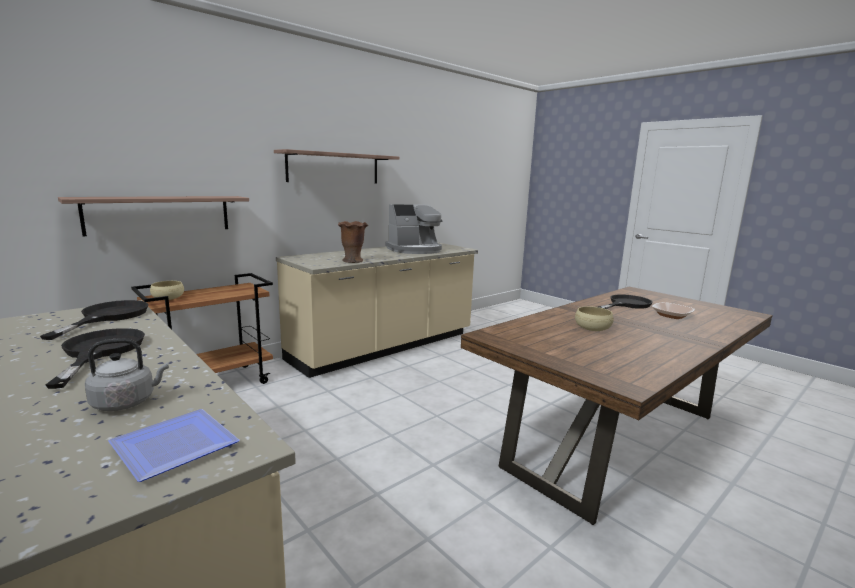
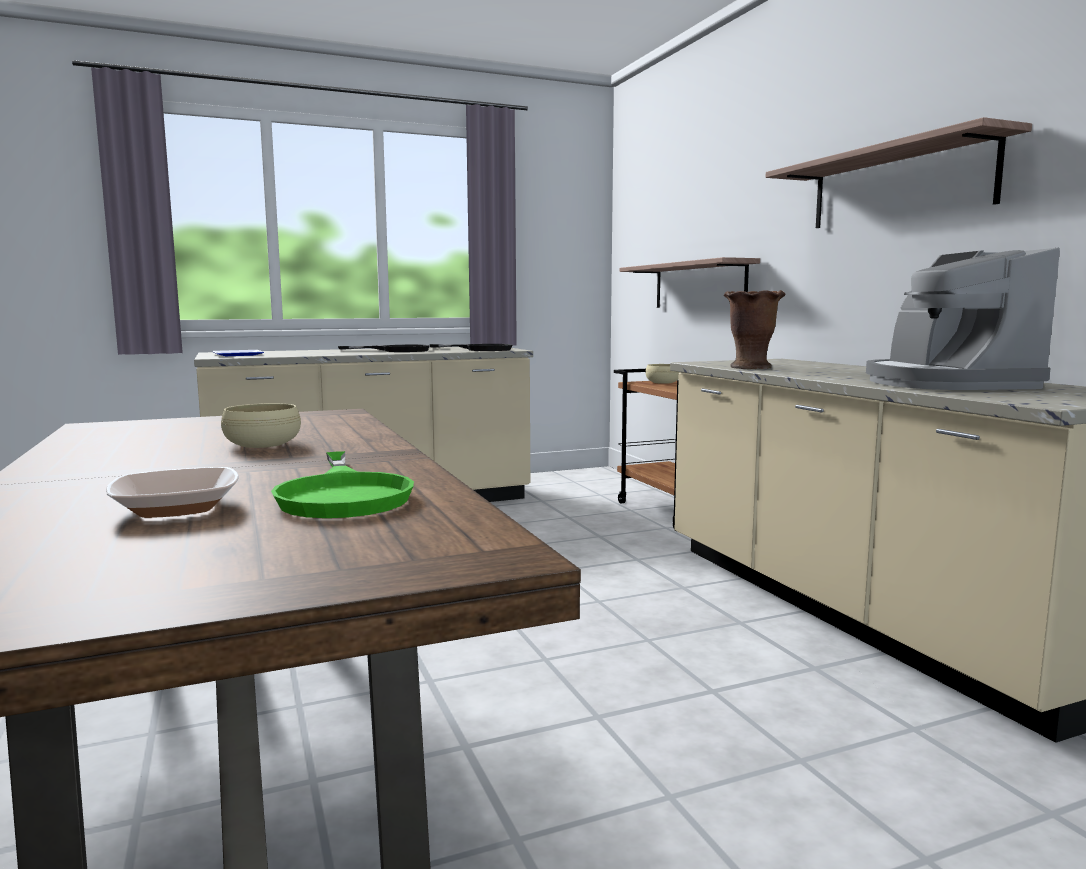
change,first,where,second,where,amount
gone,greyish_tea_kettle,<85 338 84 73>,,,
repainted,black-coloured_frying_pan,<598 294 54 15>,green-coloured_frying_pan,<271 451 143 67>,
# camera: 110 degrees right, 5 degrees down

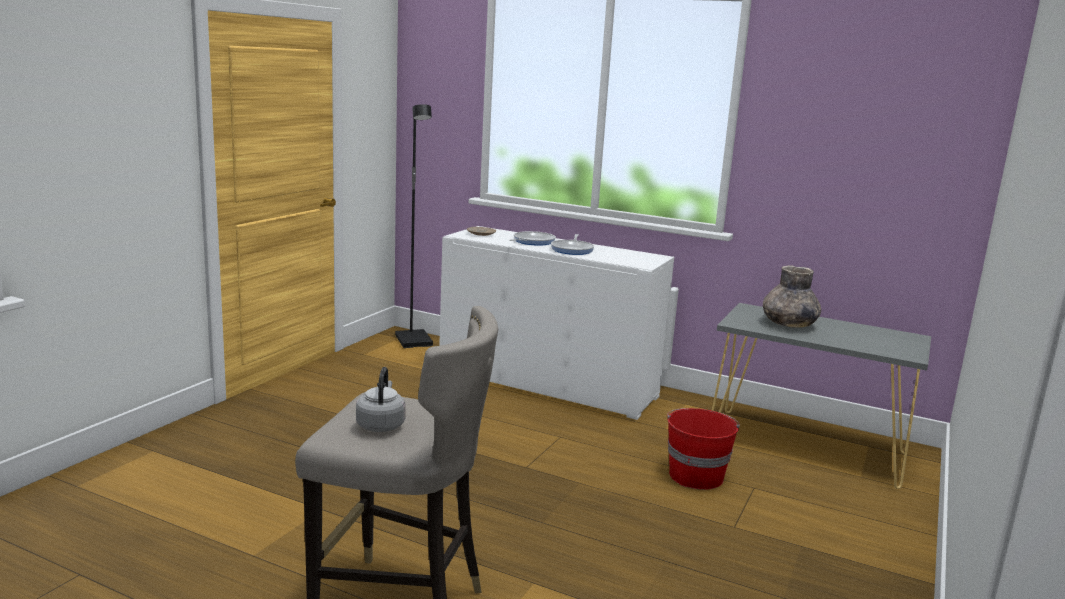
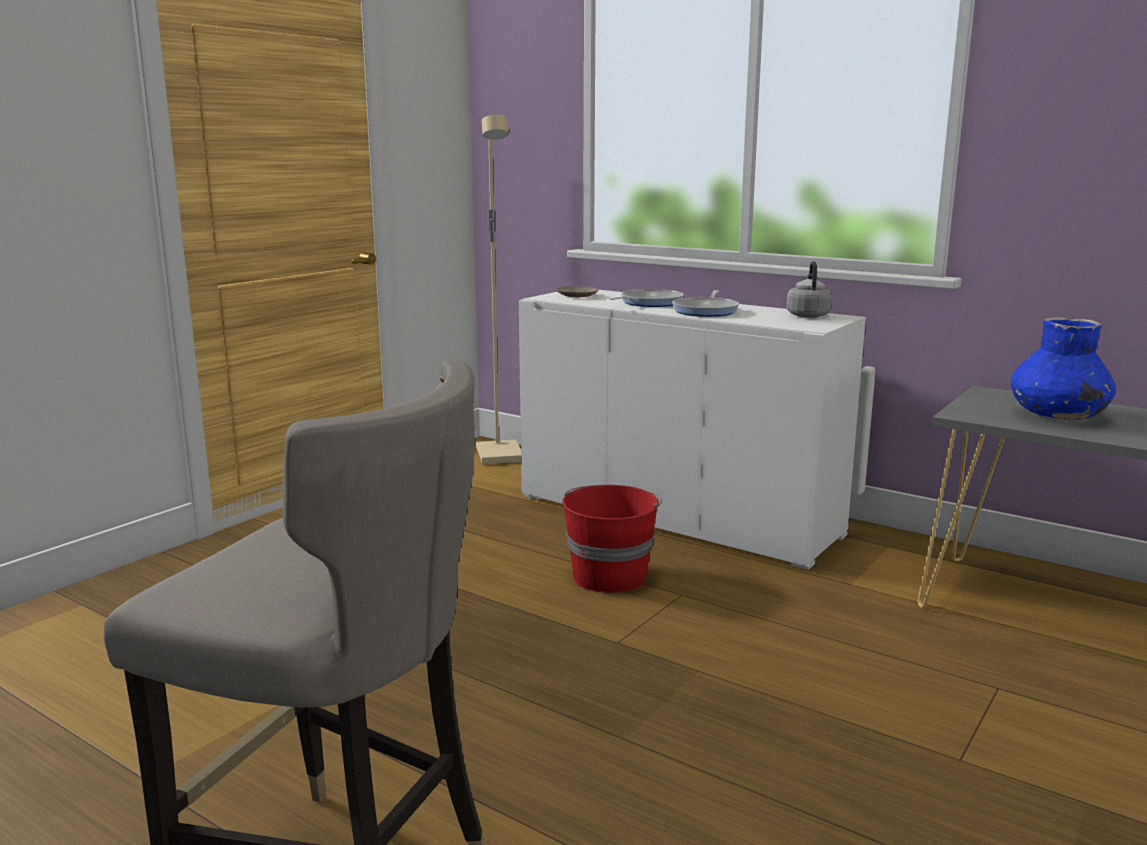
change,first,where,second,where,amount
shifted,greyish_tea_kettle,<356 367 50 65>,,<786 261 46 57>,
shifted,reddish_pail,<667 408 73 82>,,<562 485 100 108>,
repainted,black-coloured_floor_lamp,<395 104 38 244>,beige_floor_lamp,<476 115 45 350>,
repainted,greyish_vase,<763 265 58 63>,blue-coloured_vase,<1011 317 104 103>,
# camera: 10 degrees right, 0 degrees up

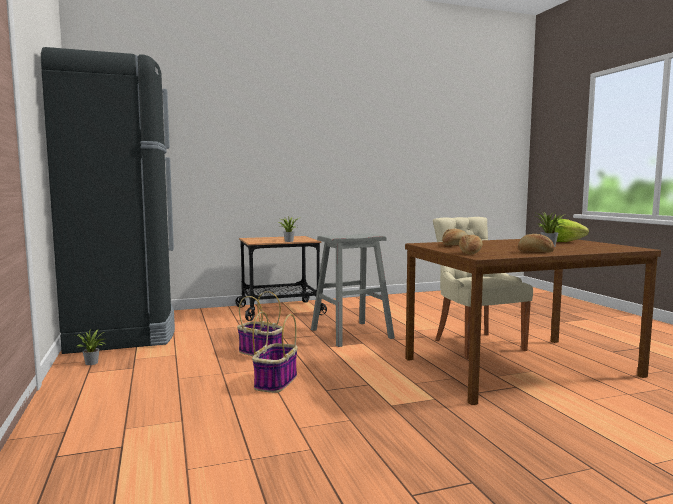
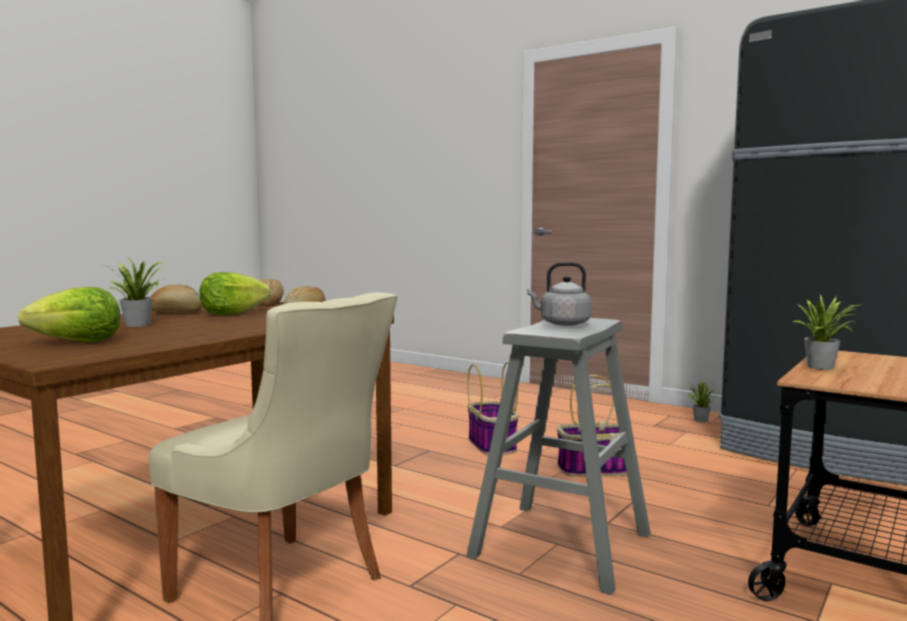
change,first,where,second,where,amount
new,,,lettuce,<200 272 71 43>,
new,,,greyish_tea_kettle,<527 262 65 64>,
# camera: 145 degrees right, 0 degrees up

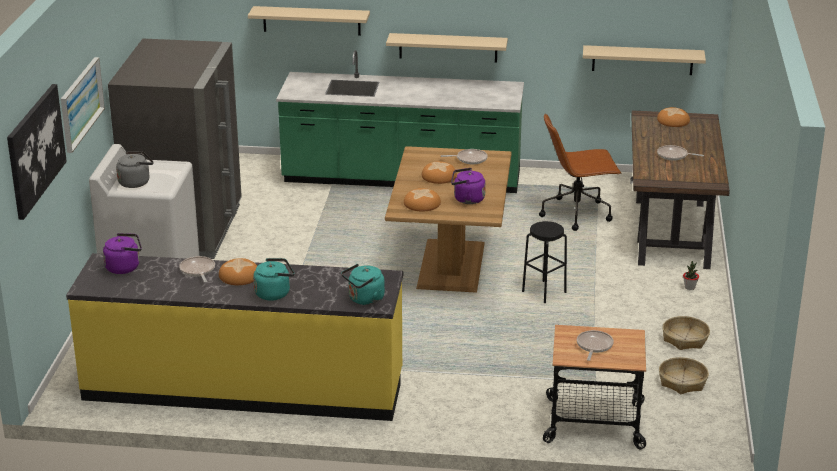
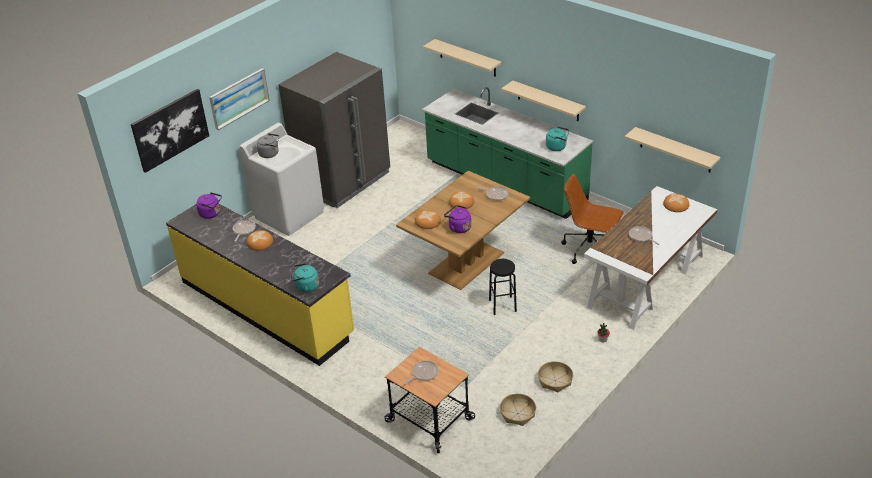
change,first,where,second,where,amount
shifted,turquoise_tea_kettle,<253 258 41 42>,,<546 127 23 24>,
repainted,brownish_desk,<630 110 100 159>,white_desk,<584 186 133 144>,
# camera: 35 degrees right, 10 degrees up

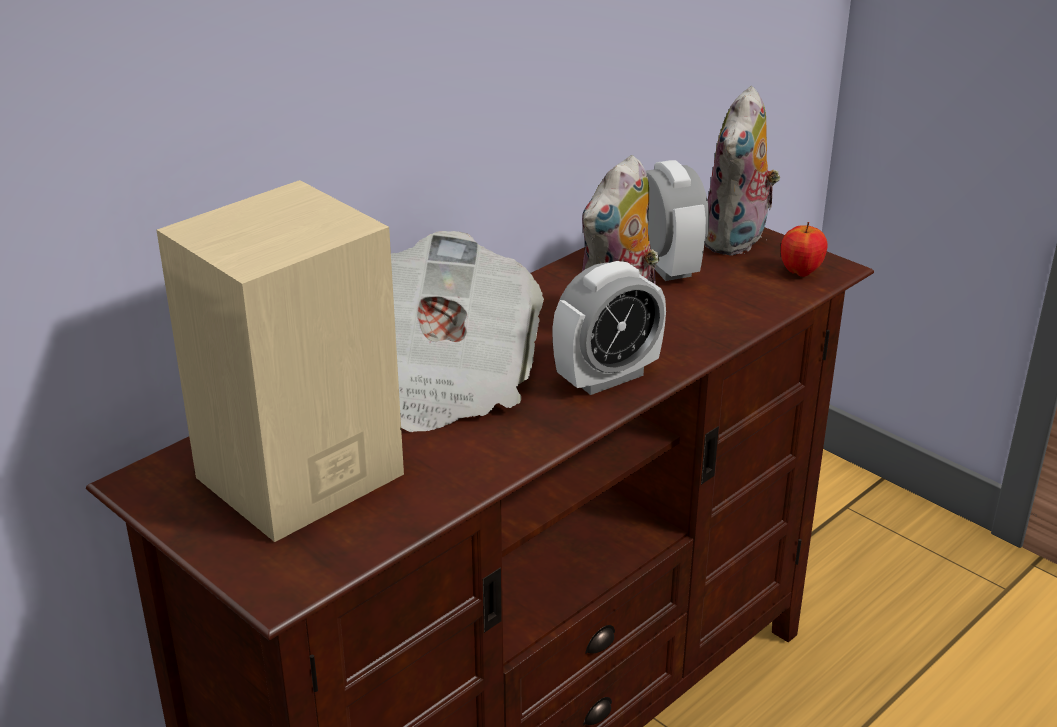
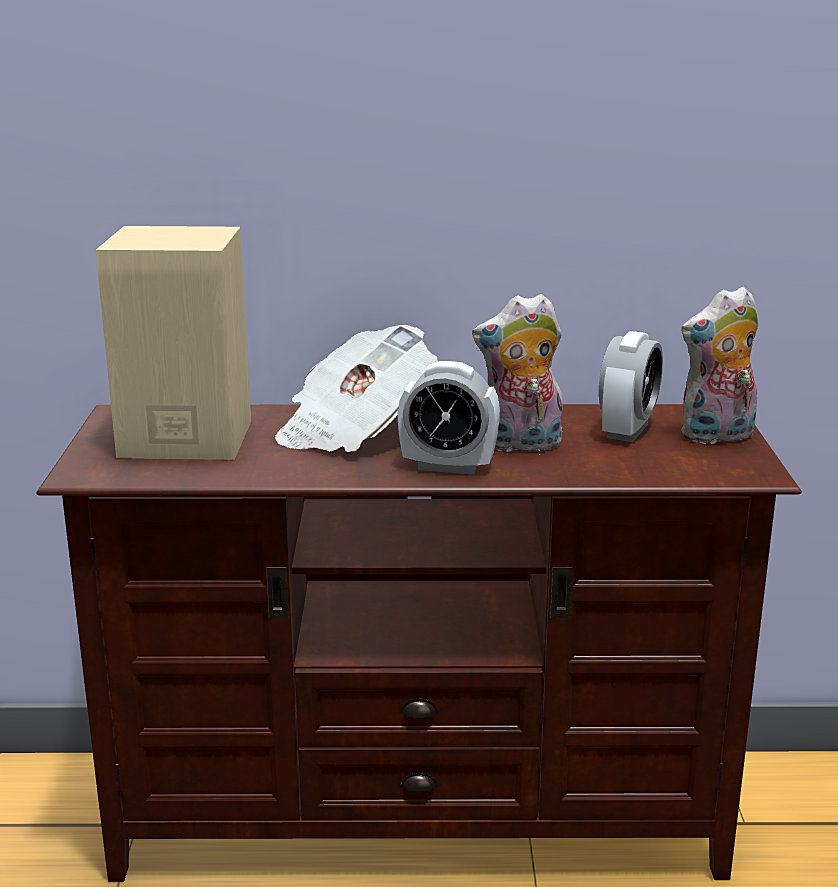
change,first,where,second,where,amount
gone,apple_fruit,<781 222 47 55>,,,
# camera: 45 degrees right, 10 degrees down

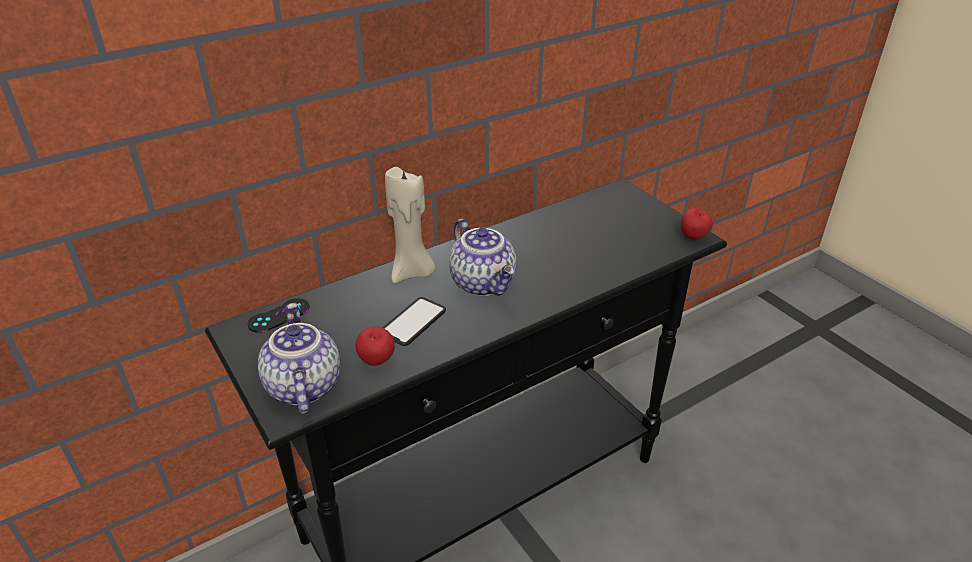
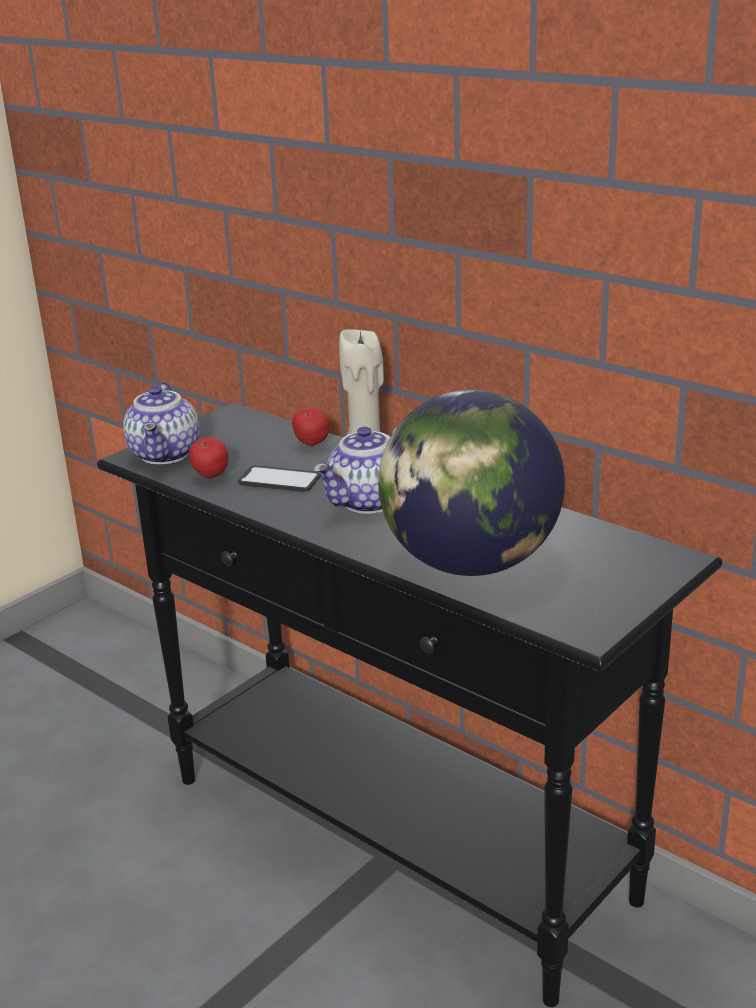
change,first,where,second,where,amount
gone,black-coloured_joypad,<248 298 62 35>,,,
new,,,desk_globe,<378 390 187 186>,
shifted,apple_fruit,<681 208 32 32>,,<292 407 38 39>,
rotated,teapot,<258 303 82 111>,,<123 382 76 82>,120 degrees clockwise
# camera: 75 degrees right, 10 degrees down

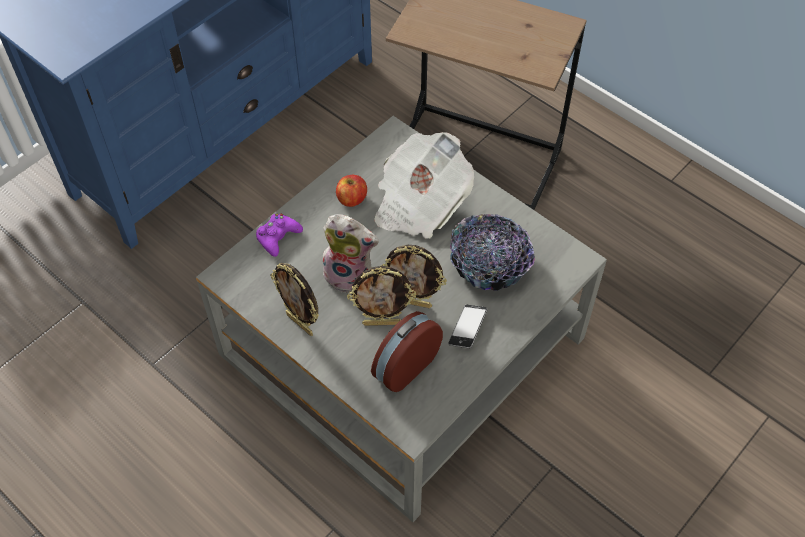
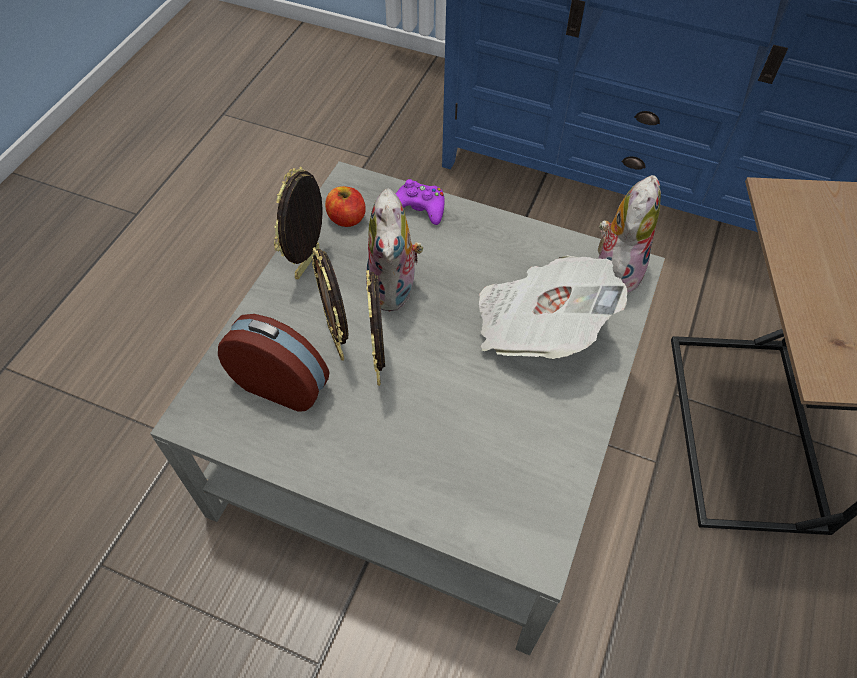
change,first,where,second,where,amount
gone,handset,<448 305 39 44>,,,
gone,deep_dish,<450 214 85 77>,,,
new,,,cuddly_toy,<598 175 63 119>,
shifted,apple_fruit,<336 175 31 32>,,<325 186 41 41>,
# camera: 70 degrees right, 0 degrees up

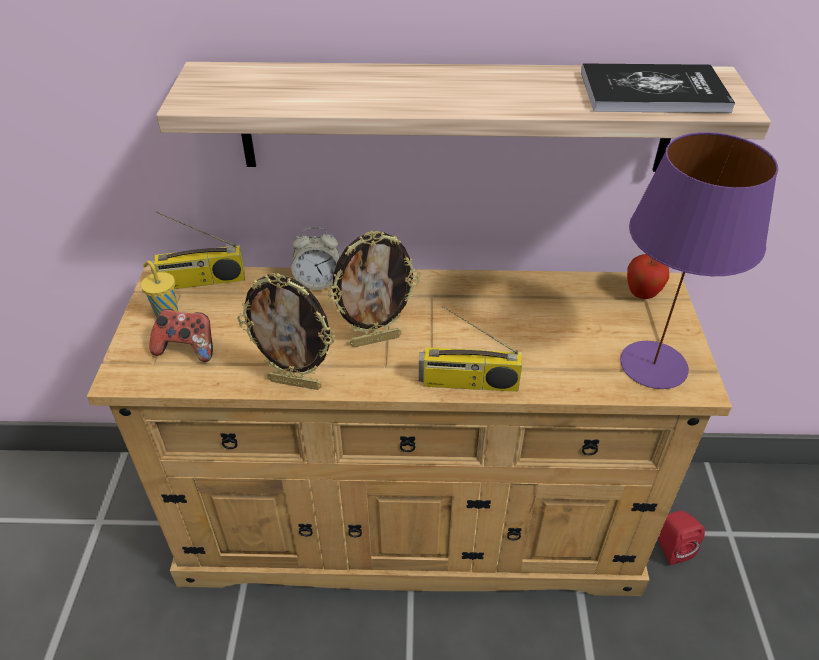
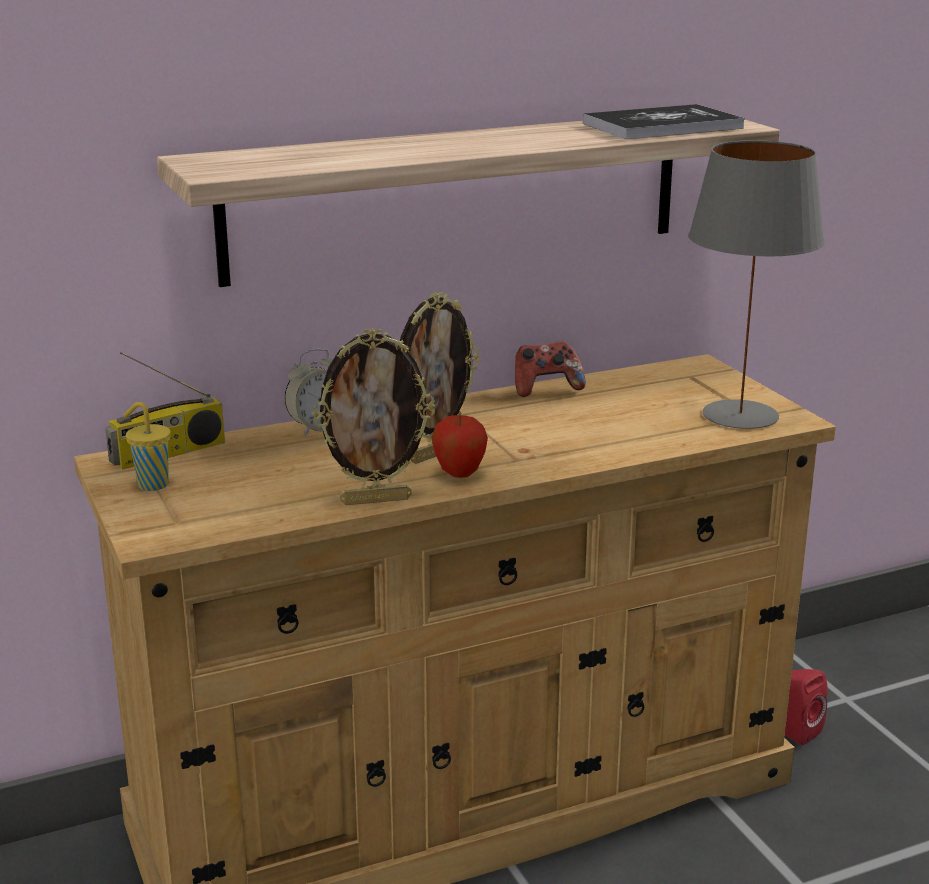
change,first,where,second,where,amount
gone,radio,<419 305 103 87>,,,
shifted,joypad,<149 309 64 53>,,<515 341 71 56>,
shifted,apple_fruit,<627 254 42 45>,,<431 415 57 63>,
repainted,purple-coloured_lamp_for_a_table,<620 132 158 257>,greyish_lamp_for_a_table,<688 140 137 289>,
# camera: 25 degrees left, 20 degrees down

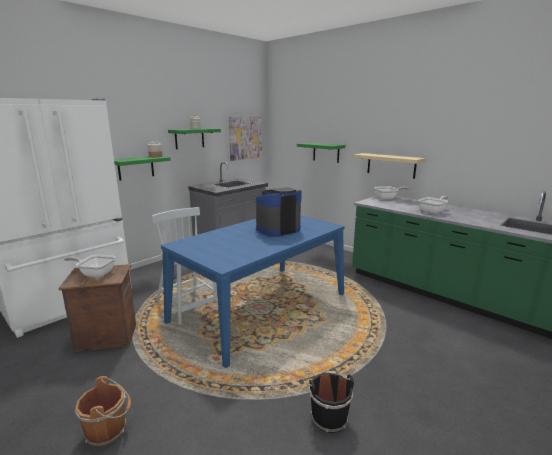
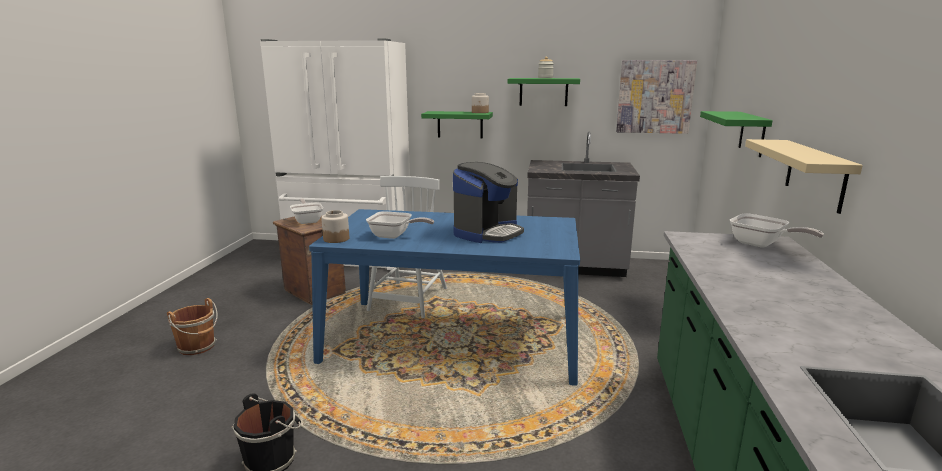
change,first,where,second,where,amount
new,,,jar,<321 210 28 33>,
shifted,frying_pan,<418 196 30 18>,,<366 211 68 28>,
rotated,coffee_machine,<256 187 46 49>,,<453 162 71 81>,105 degrees clockwise
# camera: 55 degrees right, 0 degrees up

